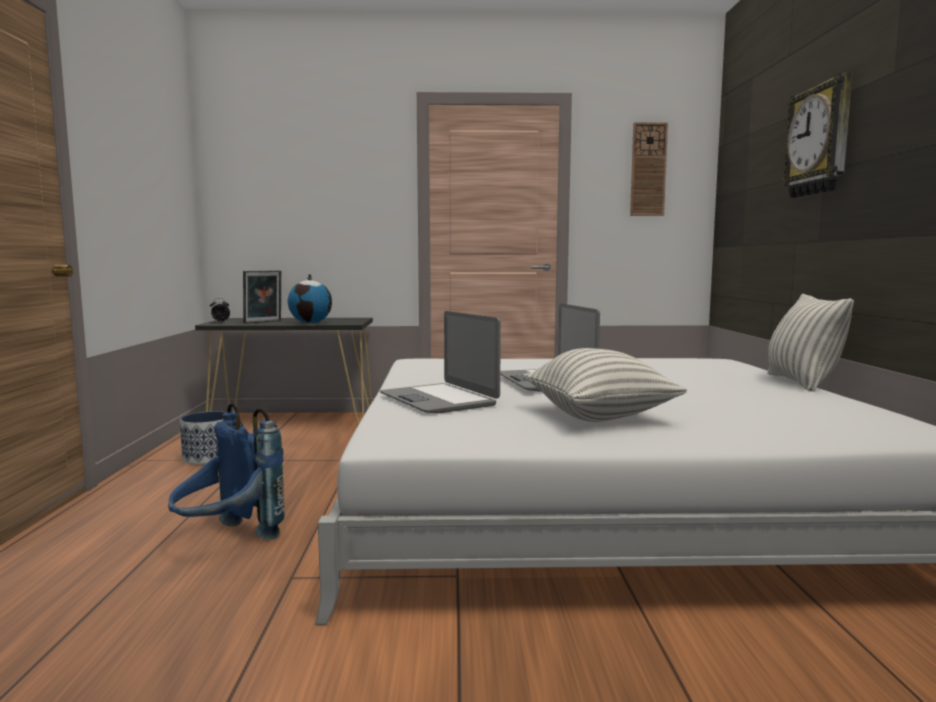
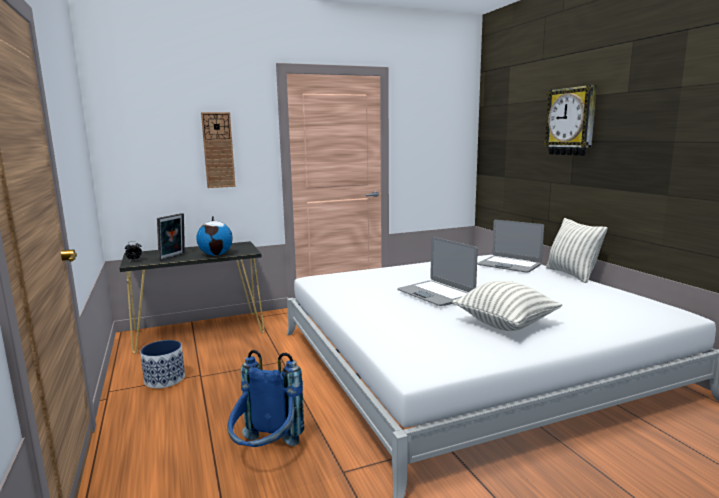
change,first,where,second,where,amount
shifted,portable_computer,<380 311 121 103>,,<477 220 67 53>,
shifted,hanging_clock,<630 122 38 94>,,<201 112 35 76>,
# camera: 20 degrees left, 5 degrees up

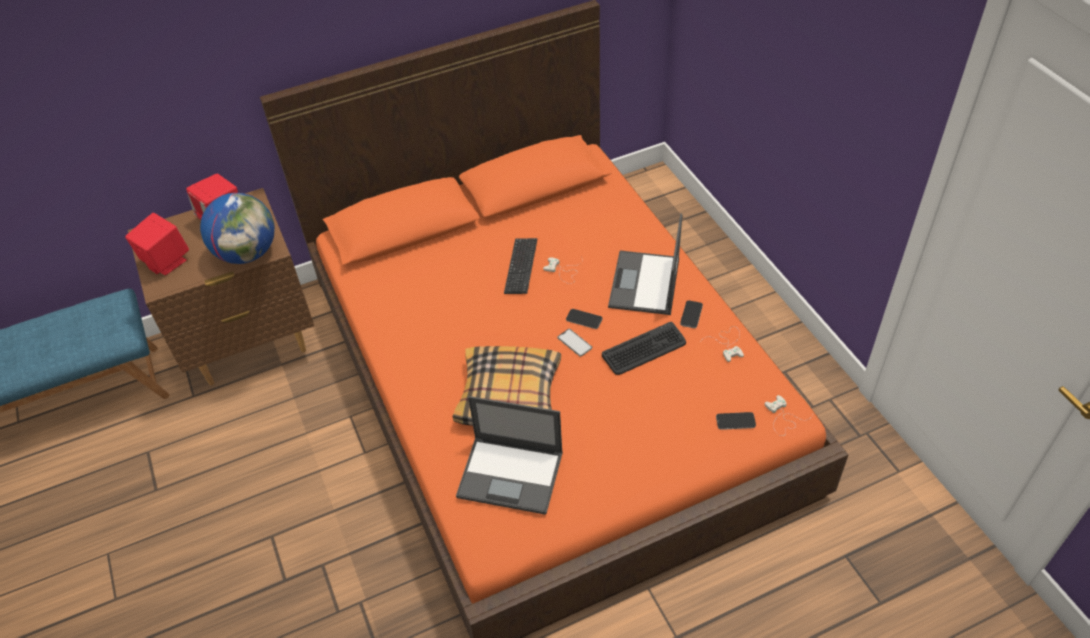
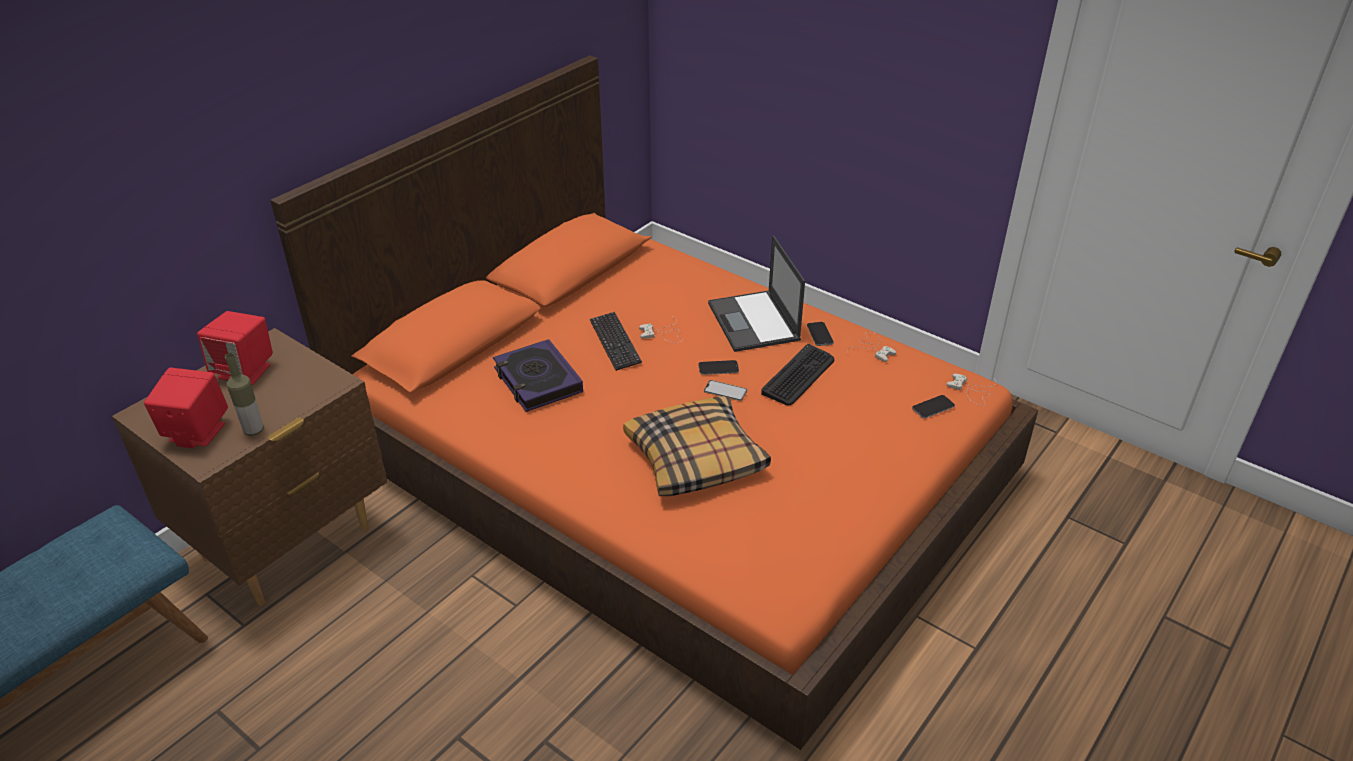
change,first,where,second,where,amount
gone,desk_globe,<200 193 75 71>,,,
gone,portable_computer,<456 396 107 119>,,,
new,,,drink_bottle,<225 353 39 83>,
new,,,volume,<493 339 90 73>,
# camera: 30 degrees left, 10 degrees down

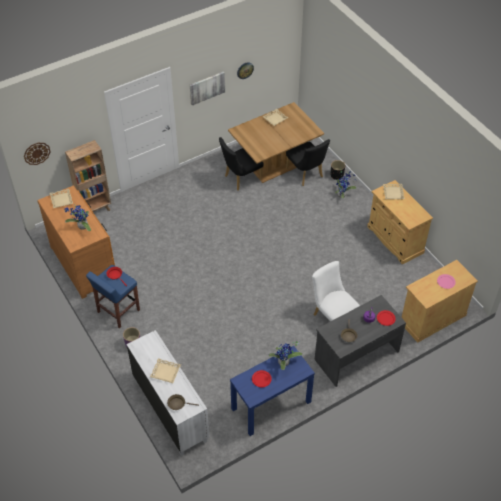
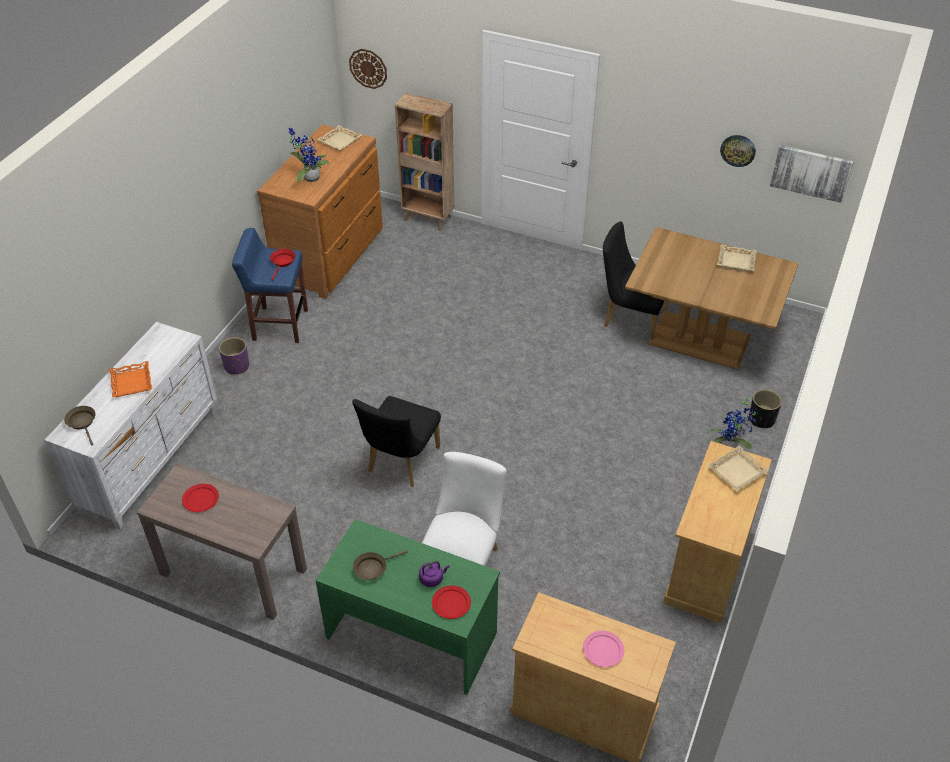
change,first,where,second,where,amount
gone,potted_plant,<269 341 33 29>,,,
shifted,picture,<190 71 35 34>,,<770 145 84 58>,
shifted,black-coloured_upright_chair,<286 139 44 47>,,<352 396 89 91>,
repainted,beige_tray,<150 358 31 25>,orange-coloured_tray,<109 361 43 36>,
repainted,blue-coloured_hall_table,<230 346 85 90>,brownish_hall_table,<137 463 170 157>,
repainted,greyish_desk,<314 295 92 92>,green-coloured_desk,<316 519 184 176>,
# camera: 55 degrees right, 5 degrees down

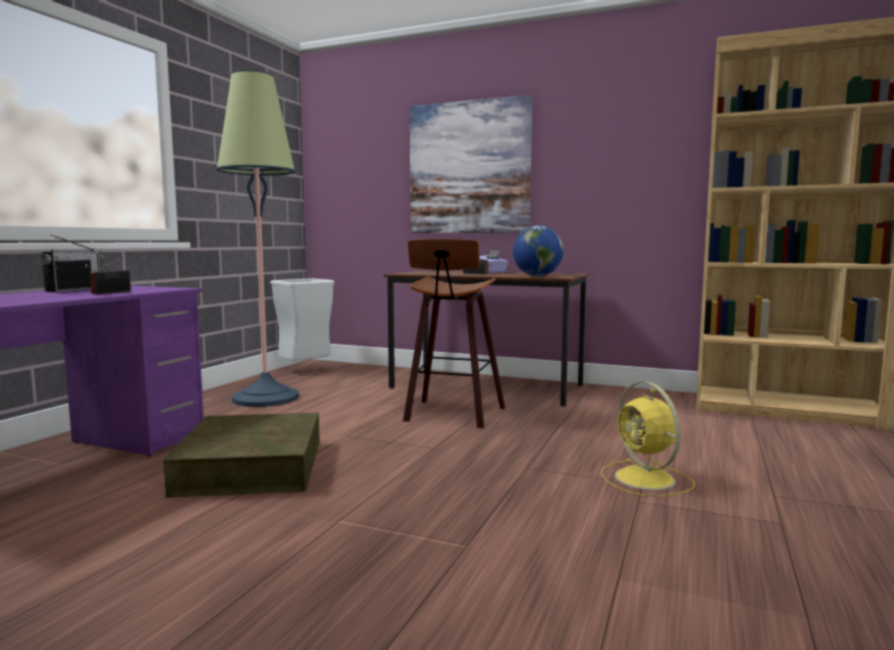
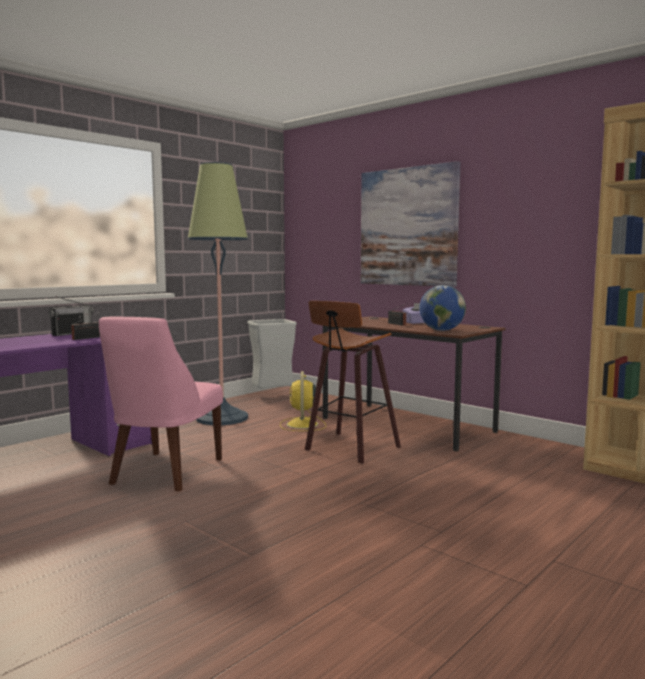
change,first,where,second,where,amount
shifted,yellow-coloured_cooling_fan,<601 382 94 115>,,<280 371 46 60>,
swapped,brownish_storage_box,<163 412 157 86>,pink_upright_chair,<99 317 124 174>,
# camera: 20 degrees right, 0 degrees up

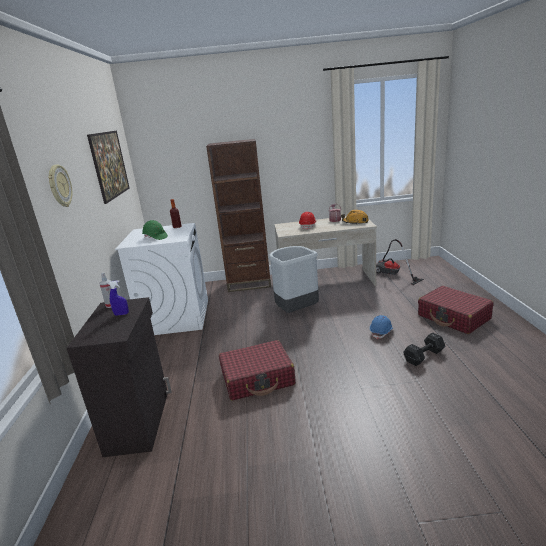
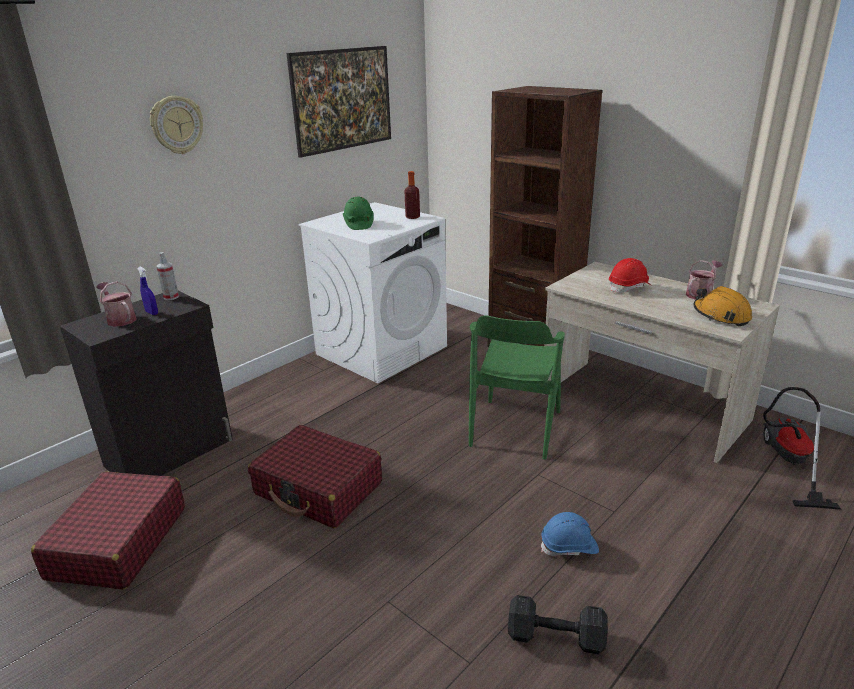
change,first,where,second,where,amount
new,,,watering_can,<96 281 41 46>,
shifted,reddish_piece_of_luggage,<418 286 76 48>,,<31 471 154 118>,
swapped,greyish_waste_bin,<269 246 50 67>,green-coloured_upright_chair,<469 315 96 145>,
# camera: 45 degrees right, 5 degrees up

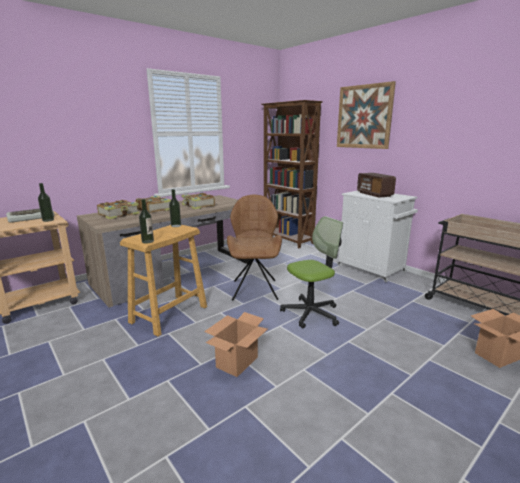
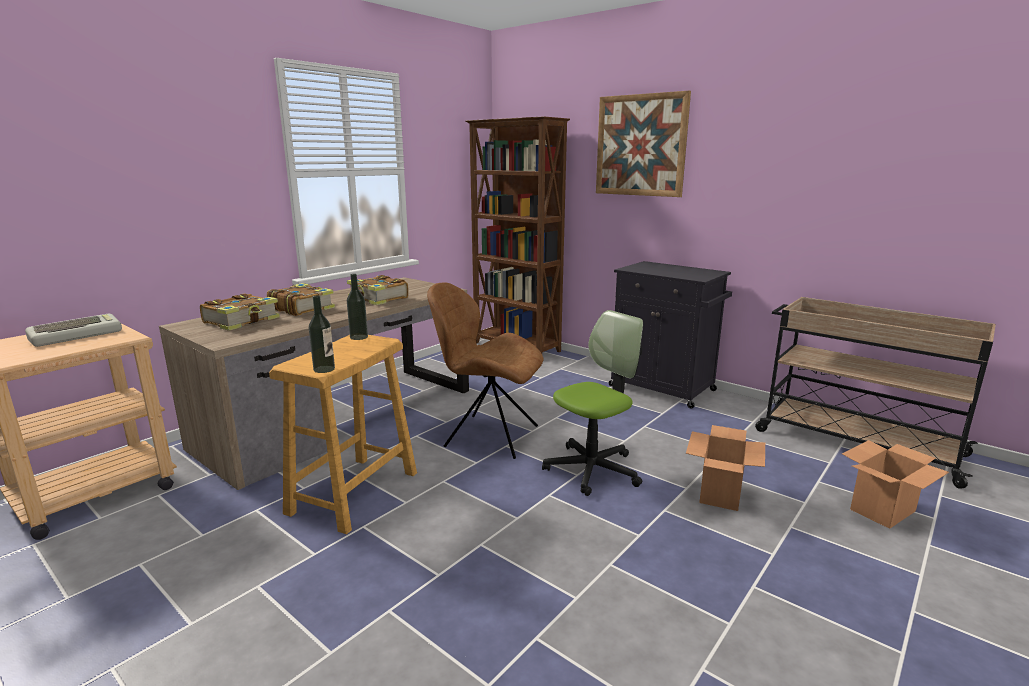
change,first,where,second,where,amount
gone,drink_bottle,<38 183 16 39>,,,
gone,radio,<357 173 39 25>,,,
shifted,packing_box,<204 312 64 65>,,<686 425 79 86>,
repainted,white_storage_cabinet,<337 191 81 91>,black-coloured_storage_cabinet,<609 261 123 148>,
rotated,brownish_upright_chair,<227 195 55 106>,,<427 283 117 176>,60 degrees counterclockwise
# camera: 10 degrees left, 0 degrees up

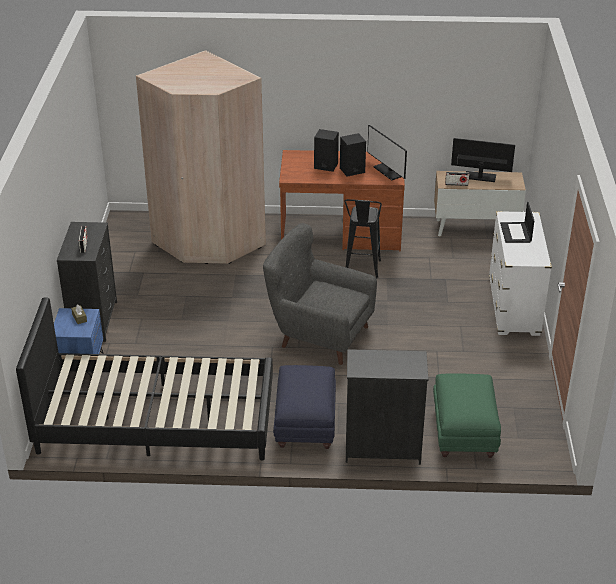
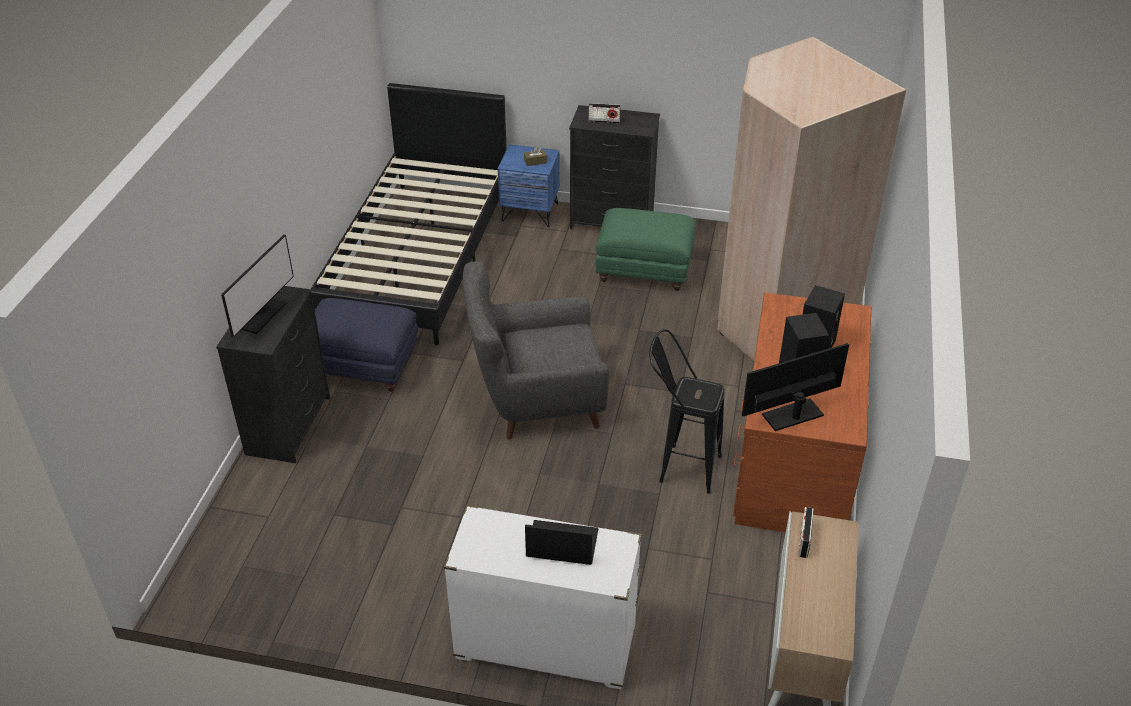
change,first,where,second,where,amount
shifted,green-coloured_ottoman,<433 373 68 85>,,<595 208 101 83>,
shifted,computer_display,<451 138 64 44>,,<221 234 73 104>,
rotated,greyish_lounge_chair,<263 223 114 142>,,<463 261 146 178>,135 degrees counterclockwise
# camera: 100 degrees right, 5 degrees up

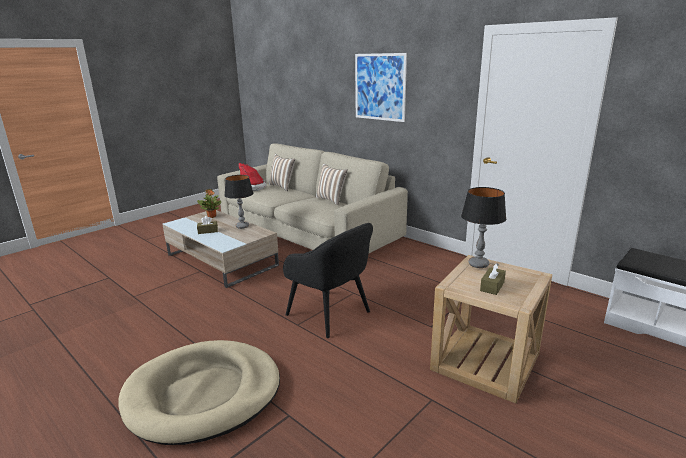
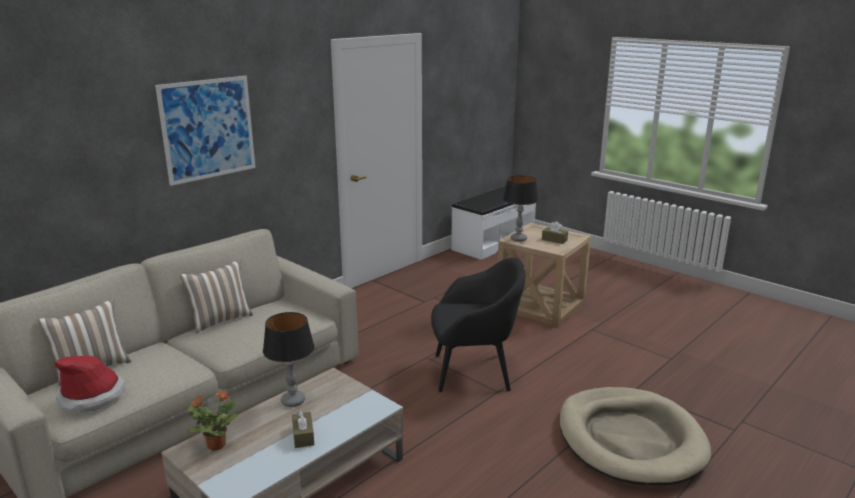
change,first,where,second,where,amount
rotated,black-coloured_lounge_chair,<283 223 90 115>,,<431 258 94 134>,45 degrees clockwise
# camera: 90 degrees left, 0 degrees up

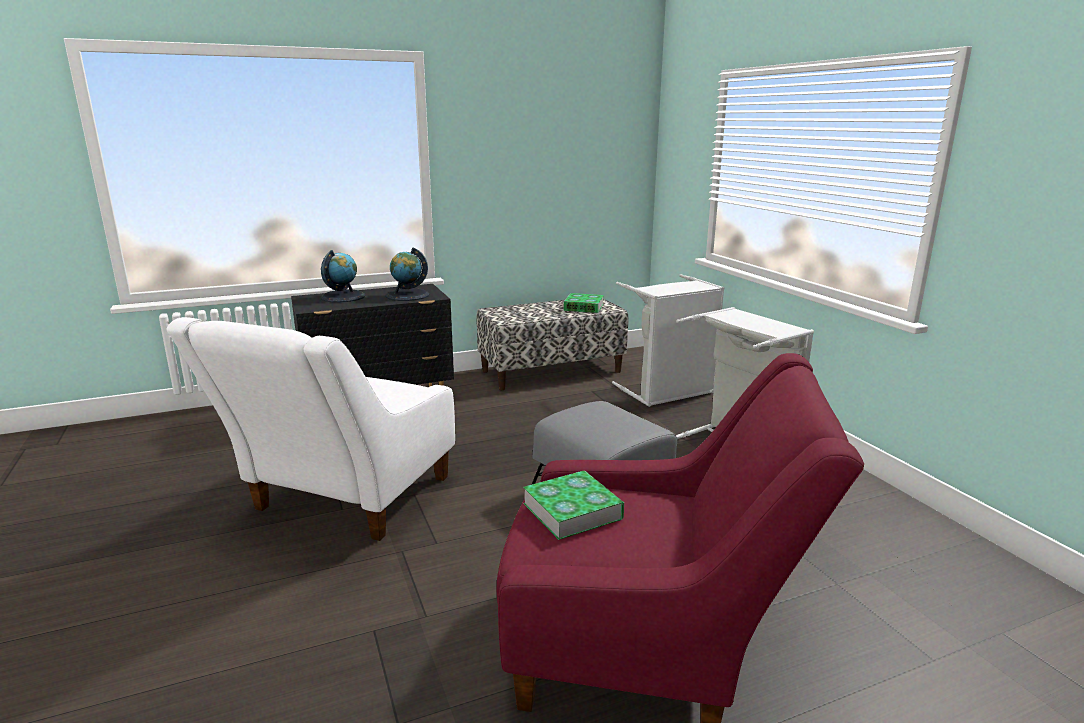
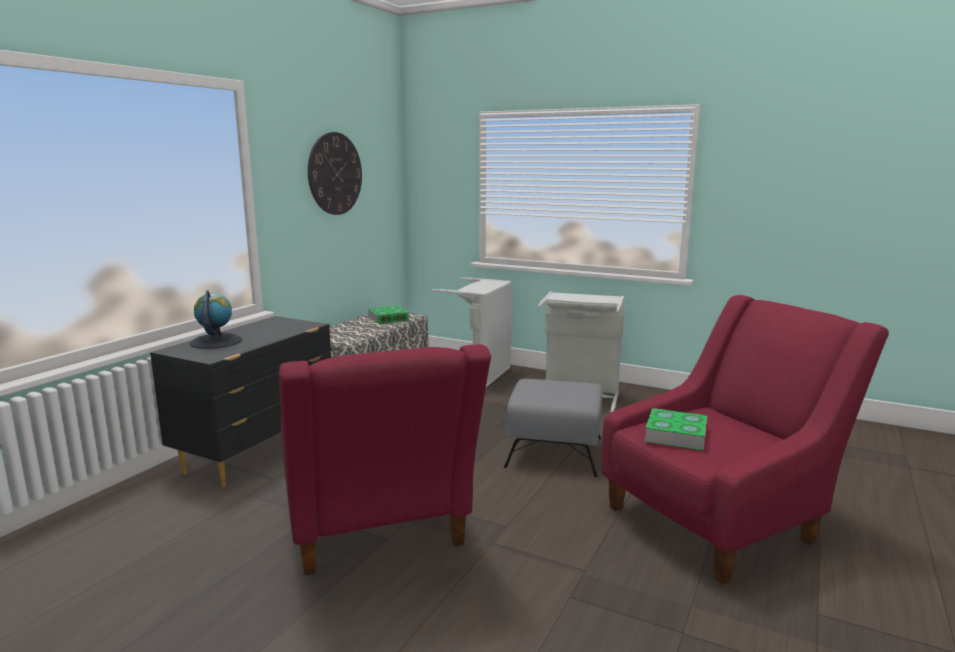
change,first,where,second,where,amount
gone,desk_globe,<385 248 45 53>,,,
new,,,hanging_clock,<308 132 54 83>,
repainted,white_lounge_chair,<167 317 288 224>,reddish_lounge_chair,<279 344 212 231>,
# camera: 40 degrees left, 5 degrees down

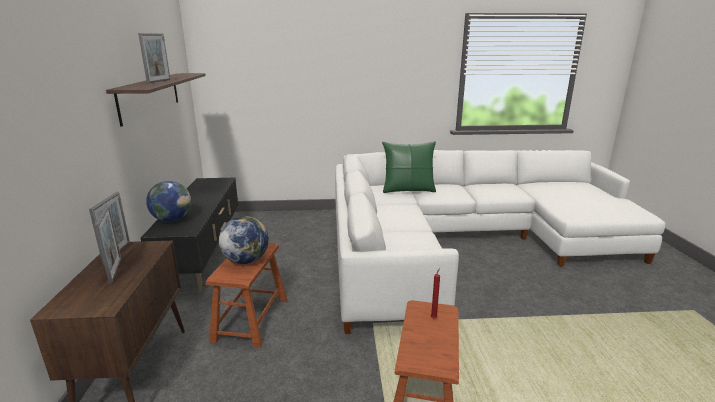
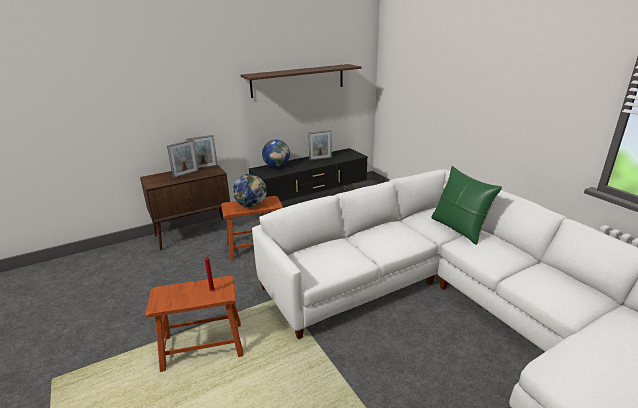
change,first,where,second,where,amount
shifted,standing_frame,<138 33 33 50>,,<308 130 24 30>,
# camera: 65 degrees right, 5 degrees up

